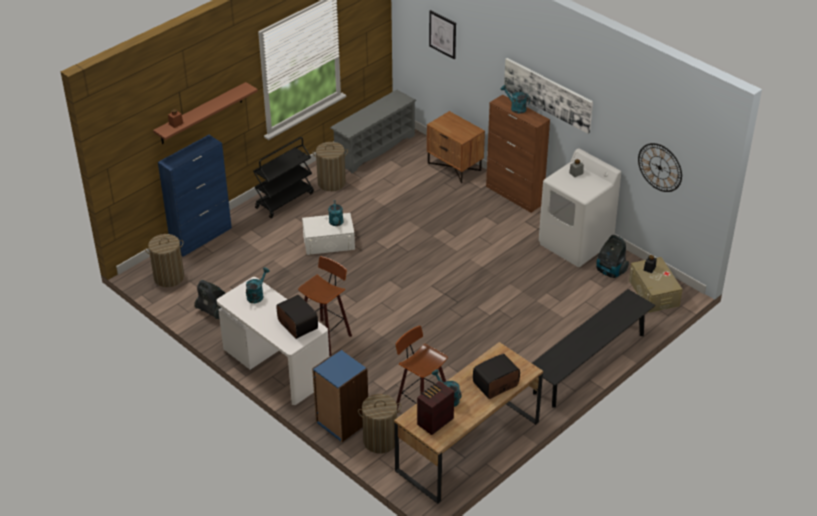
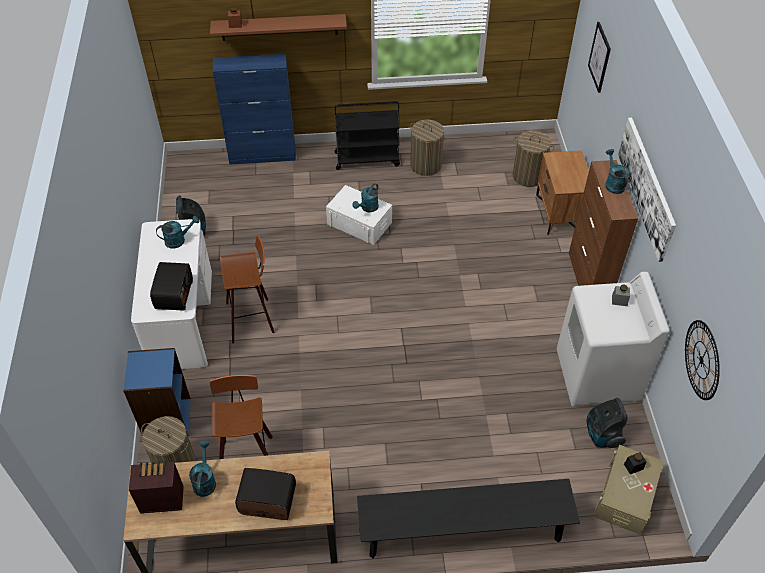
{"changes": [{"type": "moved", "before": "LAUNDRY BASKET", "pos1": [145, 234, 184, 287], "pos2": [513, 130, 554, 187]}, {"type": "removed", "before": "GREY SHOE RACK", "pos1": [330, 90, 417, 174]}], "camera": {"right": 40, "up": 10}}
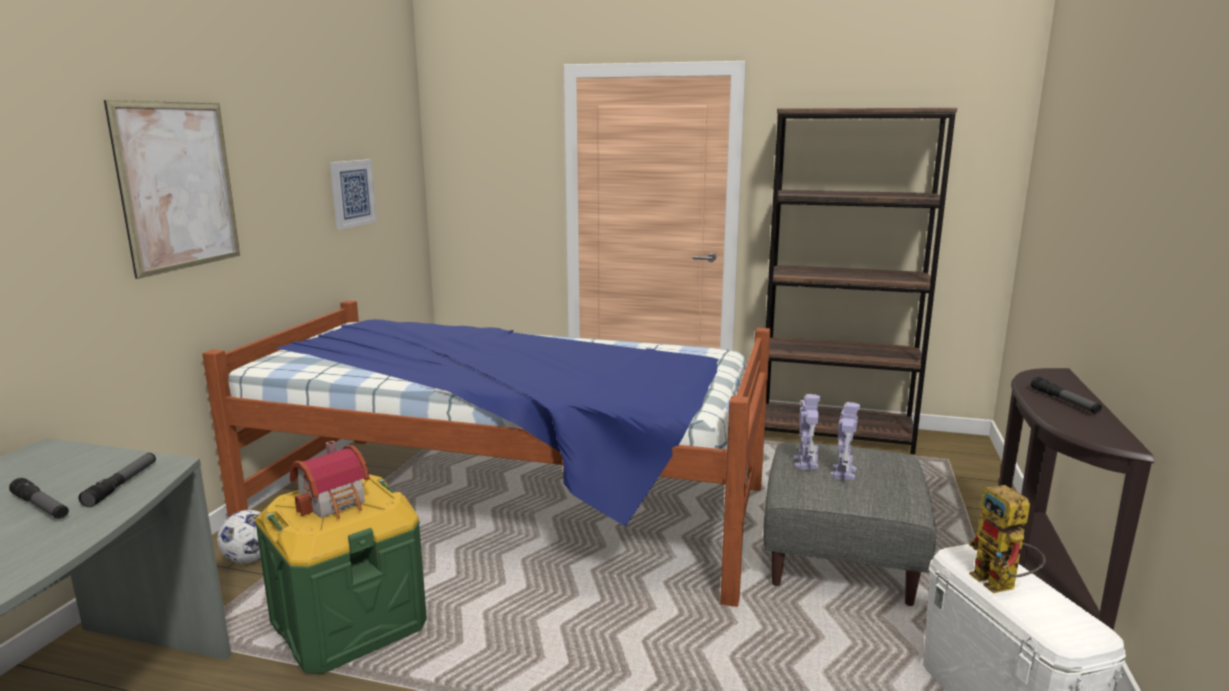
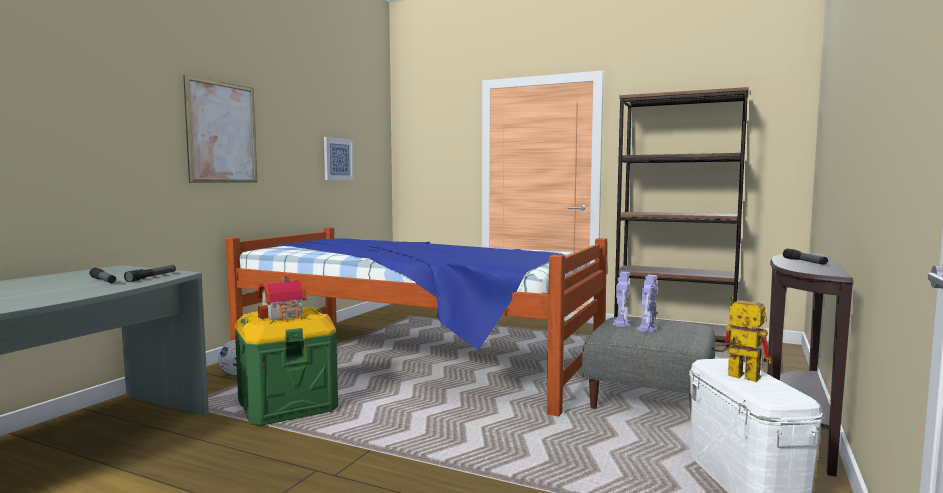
{"changes": [{"type": "turned", "before": "TOY ROBOT", "pos1": [969, 485, 1046, 593], "pos2": [711, 296, 772, 382], "turn": 135}], "camera": {"right": 10, "up": -10}}
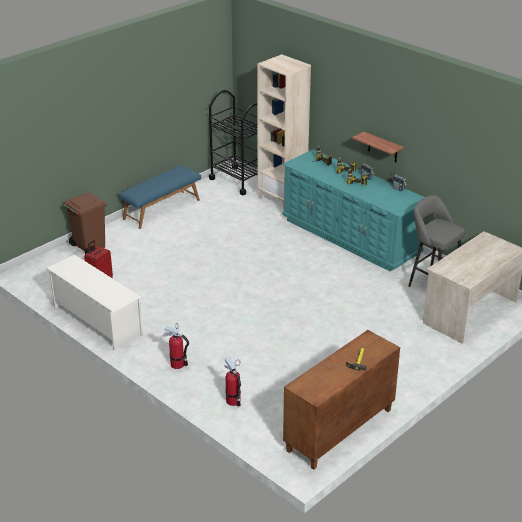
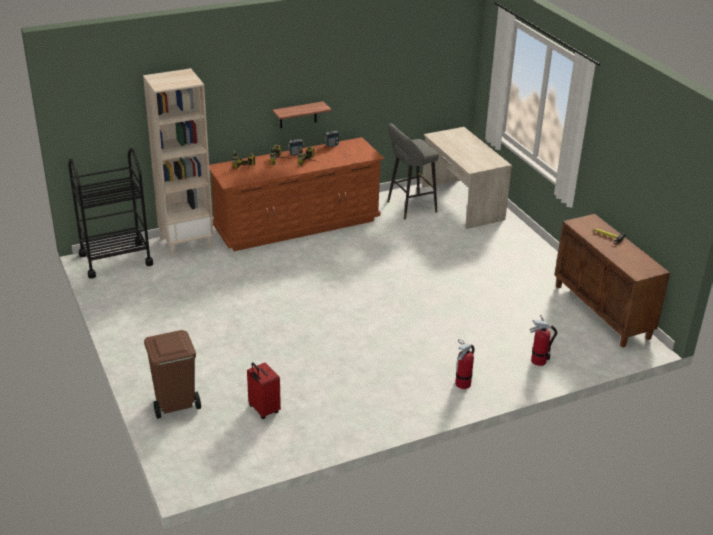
{"changes": [{"type": "recoloured", "before": "TURQUOISE DRESSER", "after": "BROWN DRESSER", "pos1": [282, 149, 425, 272], "pos2": [209, 137, 384, 251]}, {"type": "removed", "before": "WHITE SHOE RACK", "pos1": [46, 255, 143, 350]}, {"type": "removed", "before": "BLUE BENCH", "pos1": [118, 165, 201, 229]}], "camera": {"right": -70, "up": 0}}
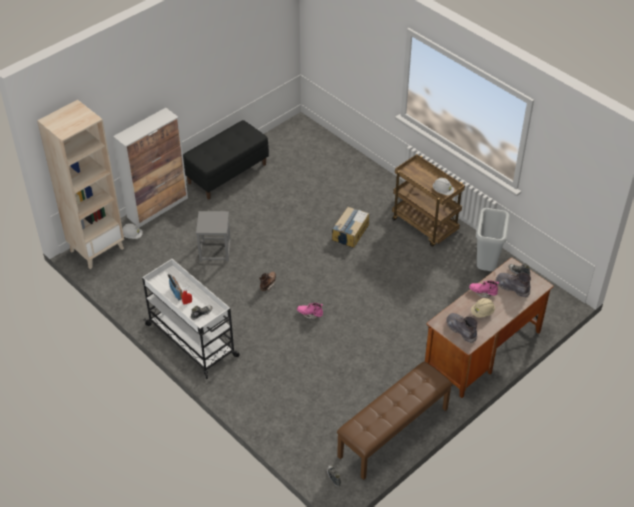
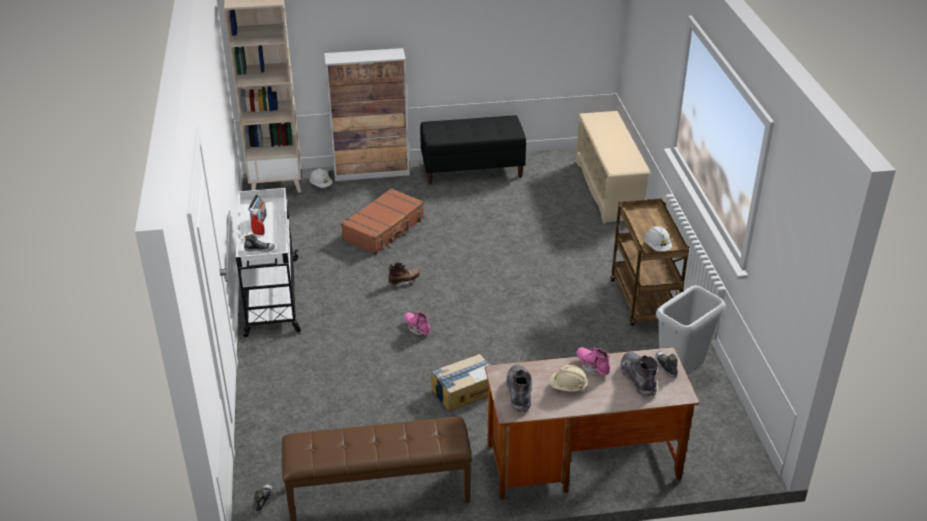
{"changes": [{"type": "replaced", "before": "GREY STOOL", "after": "BROWN SUITCASE", "pos1": [196, 211, 231, 262], "pos2": [341, 188, 424, 254]}, {"type": "moved", "before": "CARDBOARD BOX", "pos1": [332, 207, 369, 248], "pos2": [431, 354, 490, 412]}, {"type": "added", "after": "BEIGE SHOE RACK", "pos2": [576, 111, 651, 224]}], "camera": {"right": 35, "up": -10}}
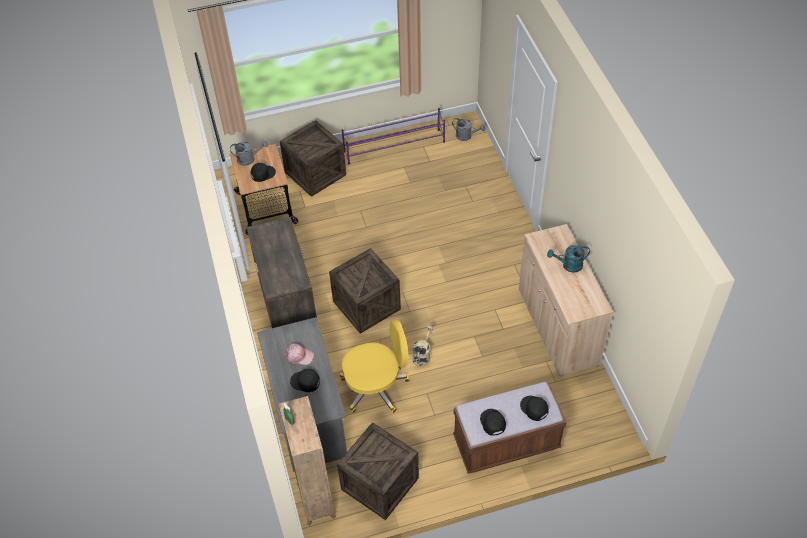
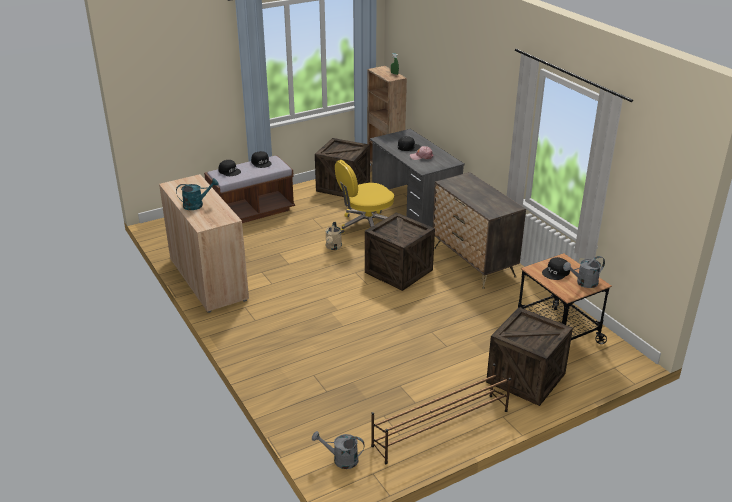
{"changes": [{"type": "recoloured", "before": "PURPLE SHOE RACK", "after": "BROWN SHOE RACK", "pos1": [342, 108, 445, 164], "pos2": [371, 363, 511, 464]}], "camera": {"right": 165, "up": -20}}
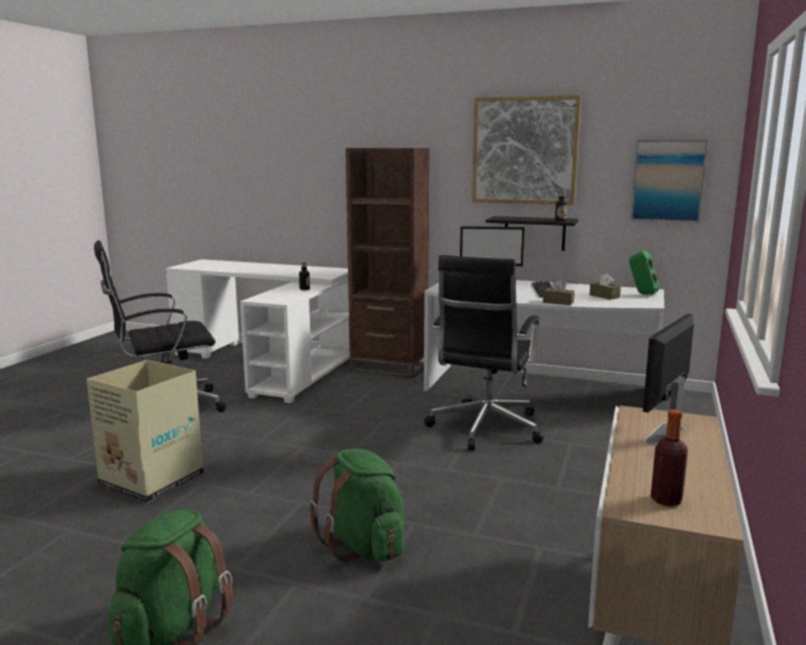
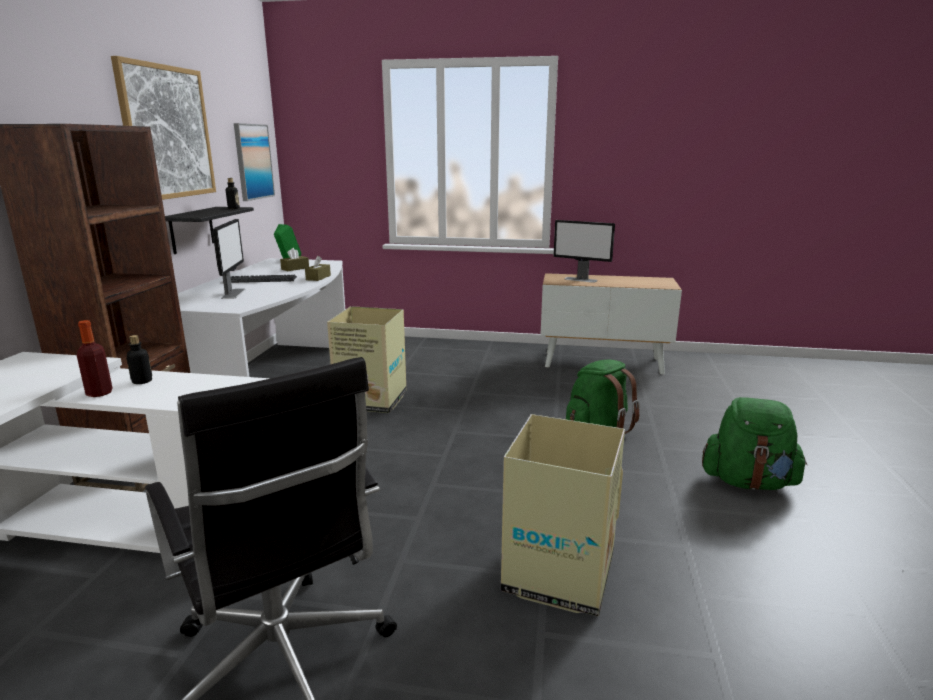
{"changes": [{"type": "moved", "before": "BOTTLE", "pos1": [651, 409, 688, 506], "pos2": [77, 320, 113, 397]}, {"type": "replaced", "before": "BLACK OFFICE CHAIR", "after": "CARDBOARD BOX", "pos1": [424, 255, 544, 450], "pos2": [327, 306, 406, 413]}], "camera": {"right": -100, "up": 5}}
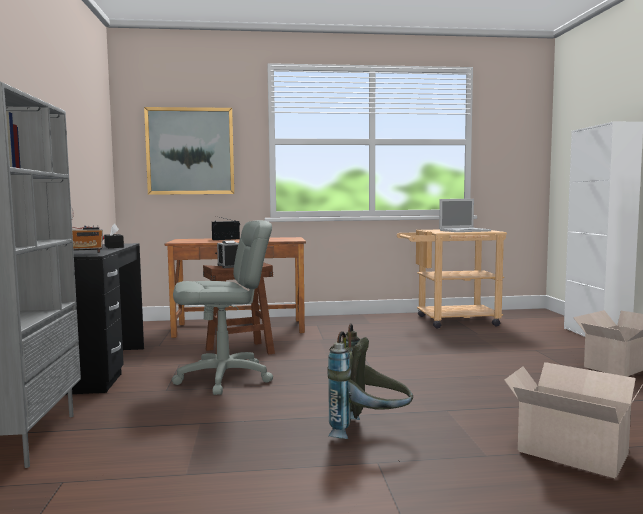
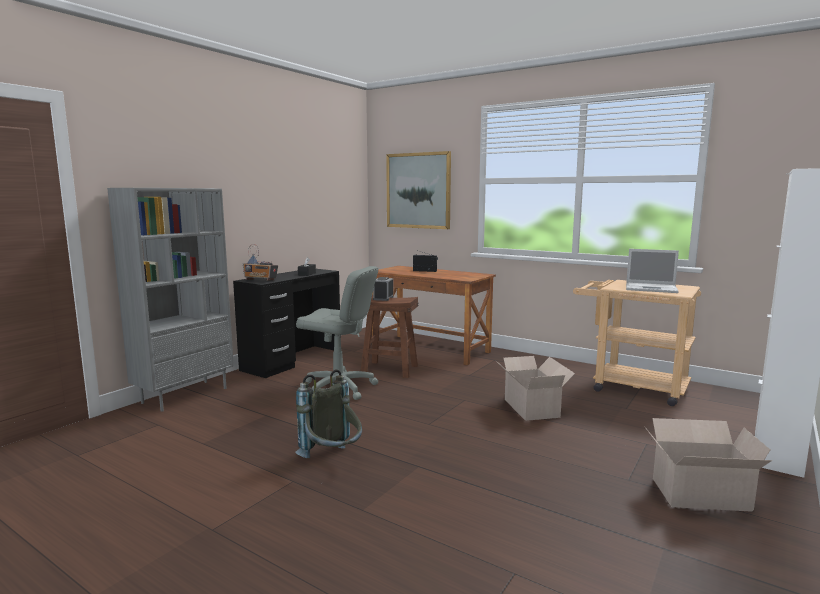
{"changes": [{"type": "moved", "before": "CARDBOARD BOX", "pos1": [504, 362, 643, 478], "pos2": [495, 356, 575, 421]}], "camera": {"right": 40, "up": 5}}
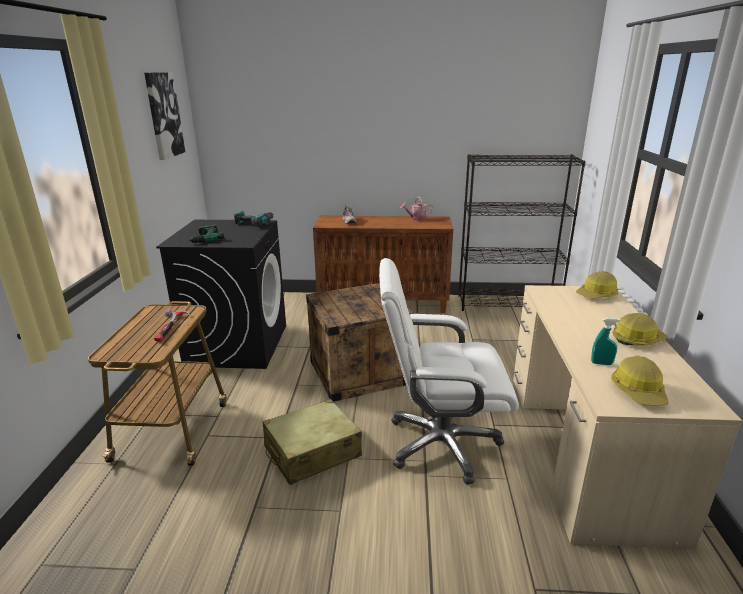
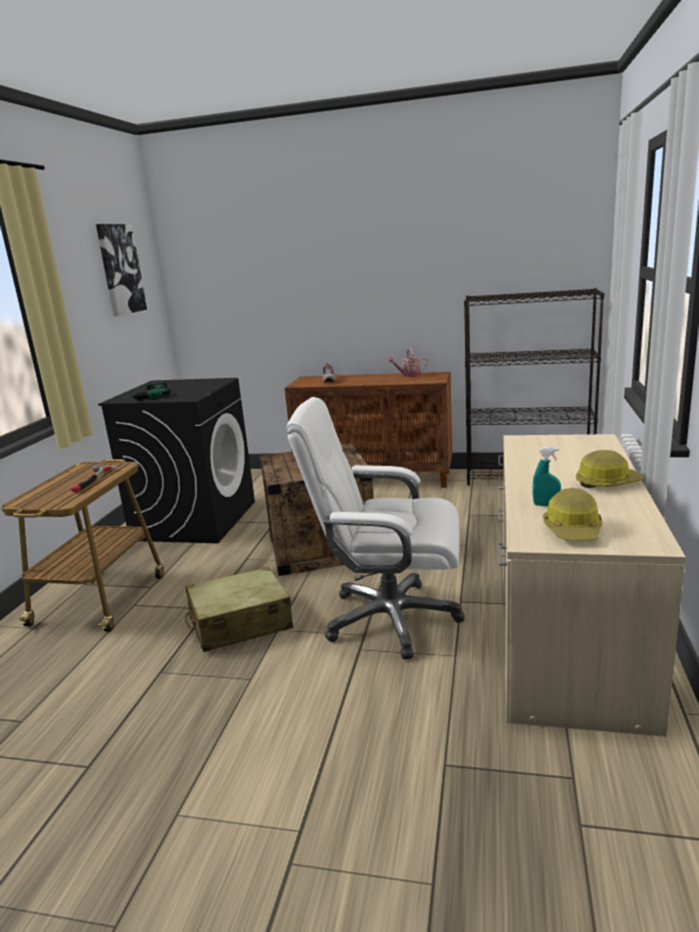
{"changes": [{"type": "removed", "before": "POWER DRILL", "pos1": [234, 211, 274, 227]}, {"type": "removed", "before": "HARD HAT", "pos1": [576, 271, 618, 299]}], "camera": {"right": 10, "up": -5}}
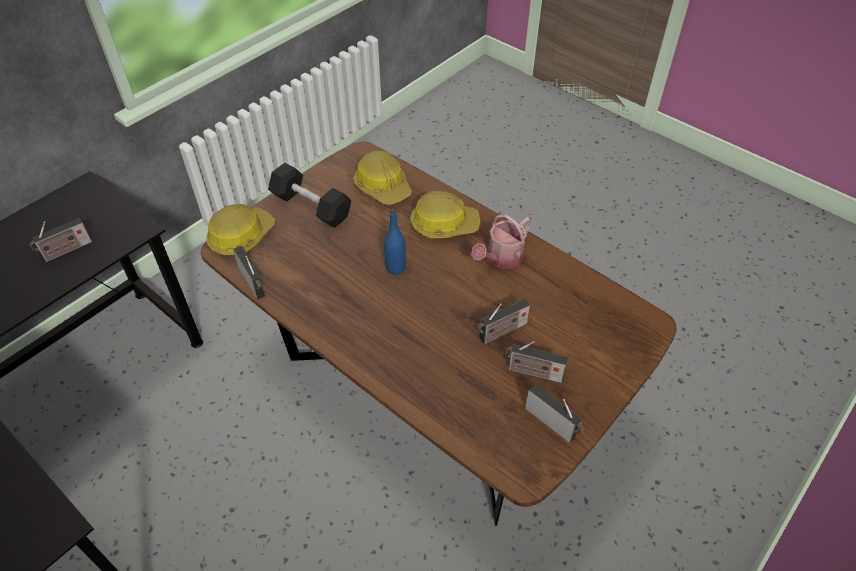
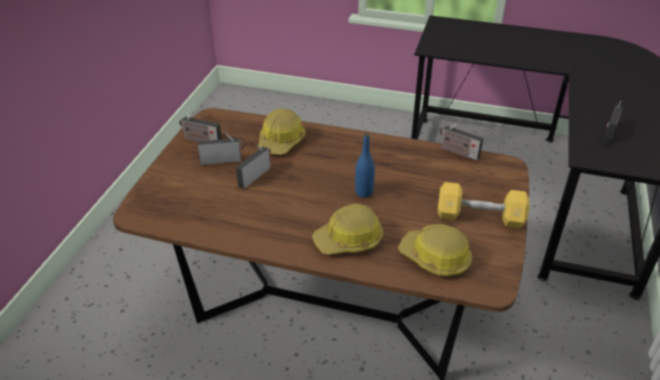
{"changes": [{"type": "moved", "before": "HARD HAT", "pos1": [206, 204, 275, 256], "pos2": [258, 109, 306, 155]}, {"type": "recoloured", "before": "BLACK DUMBBELL", "after": "YELLOW DUMBBELL", "pos1": [268, 163, 351, 228], "pos2": [437, 182, 529, 228]}, {"type": "removed", "before": "WATERING CAN", "pos1": [471, 214, 532, 269]}], "camera": {"right": 155, "up": -10}}
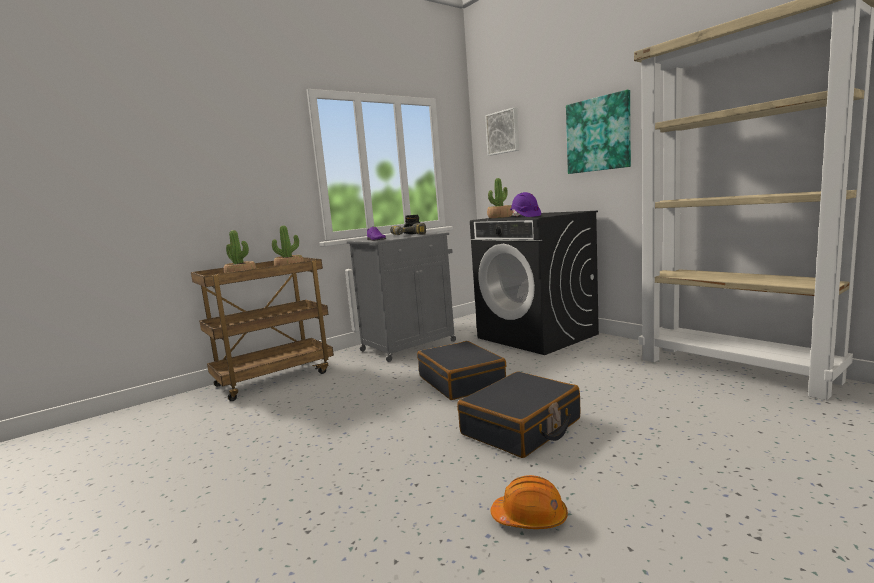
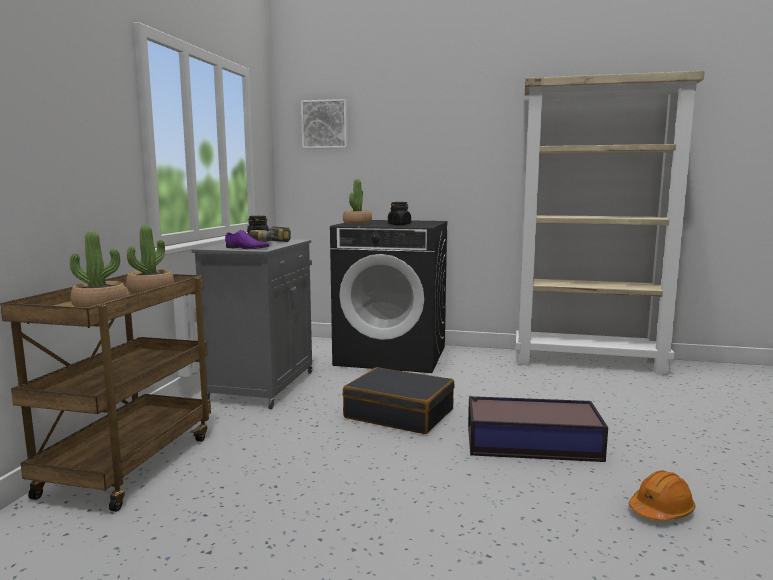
{"changes": [{"type": "replaced", "before": "PURPLE HARD HAT", "after": "BLACK JAR", "pos1": [510, 192, 541, 217], "pos2": [388, 202, 411, 225]}, {"type": "replaced", "before": "BLACK SUITCASE", "after": "STORAGE BOX", "pos1": [457, 371, 580, 458], "pos2": [468, 396, 608, 462]}, {"type": "removed", "before": "PICTURE", "pos1": [566, 90, 631, 174]}], "camera": {"right": -40, "up": 0}}
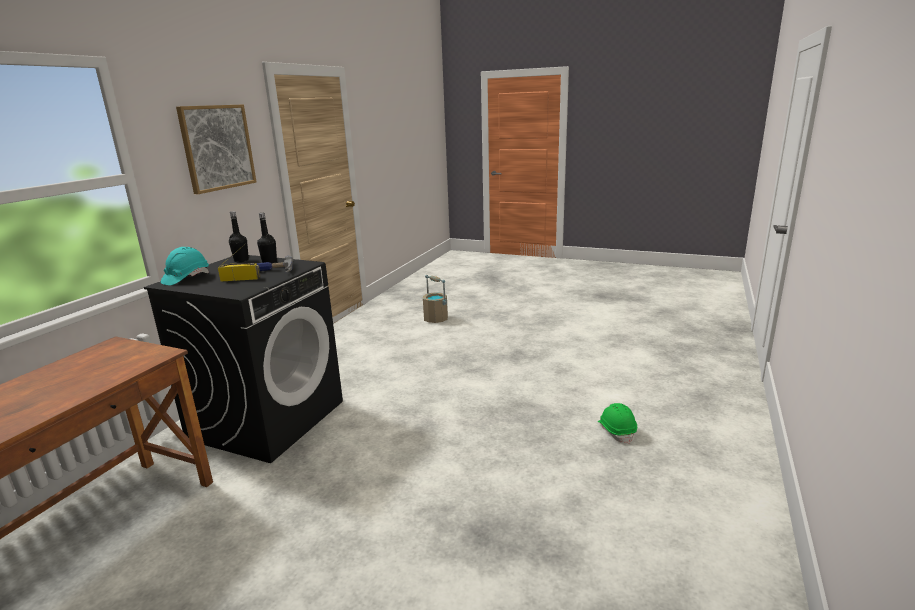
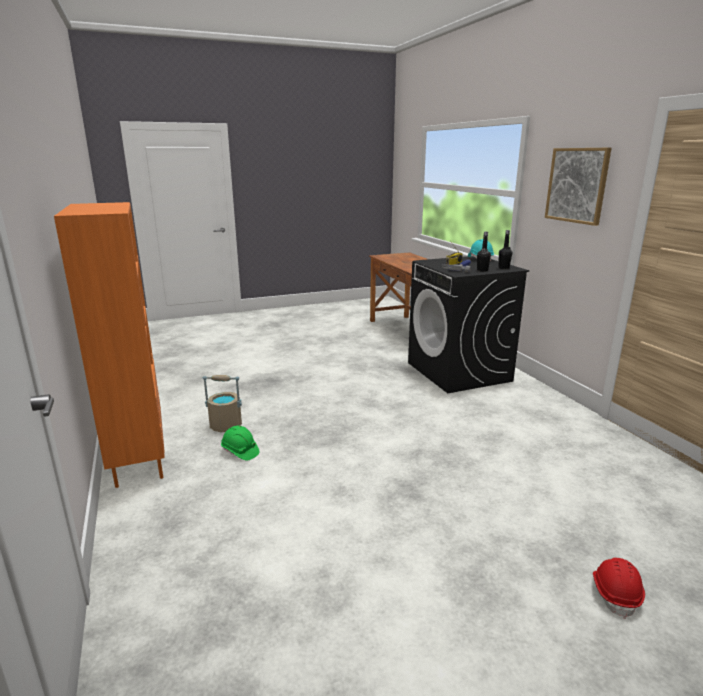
{"changes": [{"type": "added", "after": "ORANGE BOOKCASE", "pos2": [54, 202, 165, 488]}, {"type": "moved", "before": "BEIGE BUCKET", "pos1": [423, 275, 448, 323], "pos2": [203, 375, 242, 433]}, {"type": "added", "after": "RED HARD HAT", "pos2": [593, 558, 645, 619]}], "camera": {"right": 135, "up": 0}}
